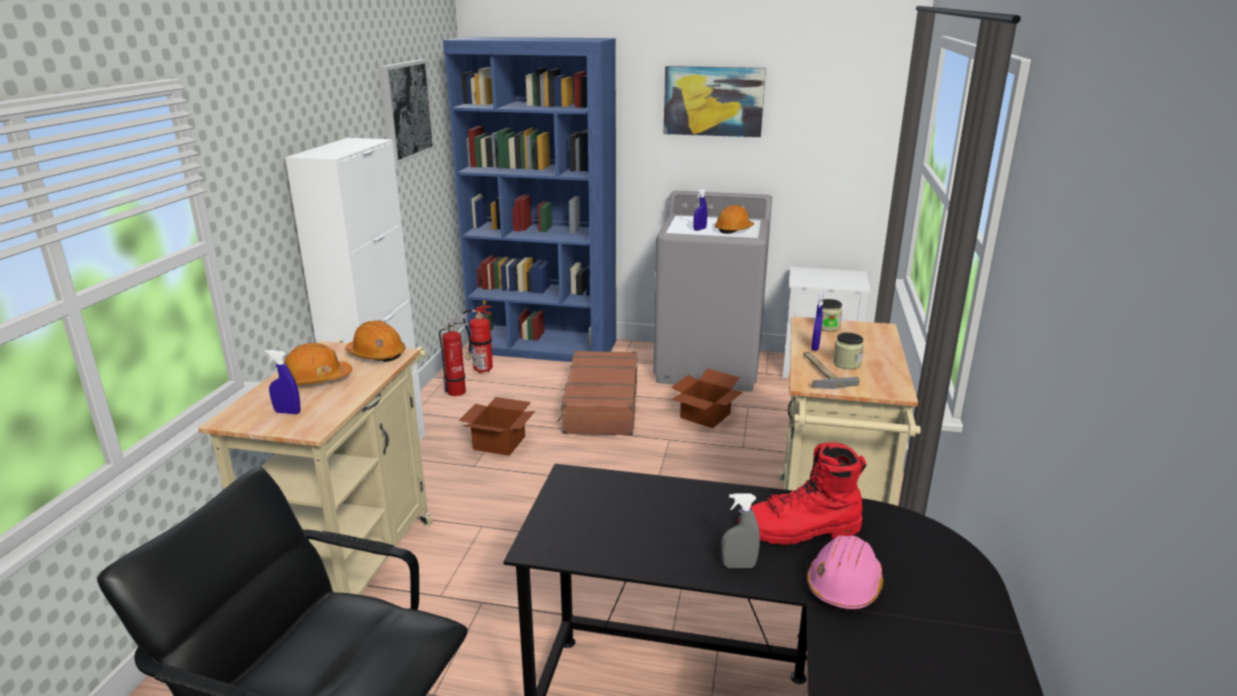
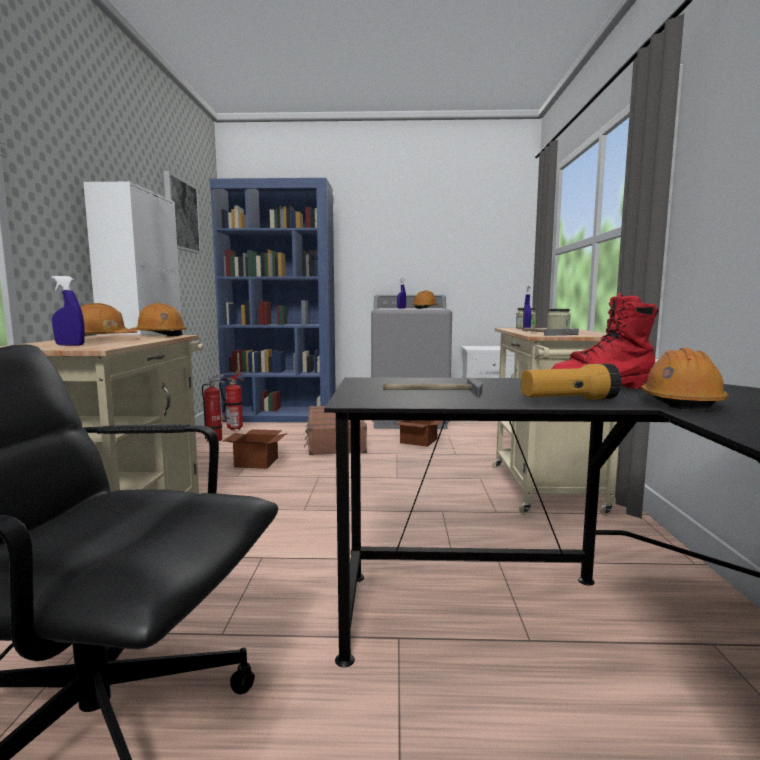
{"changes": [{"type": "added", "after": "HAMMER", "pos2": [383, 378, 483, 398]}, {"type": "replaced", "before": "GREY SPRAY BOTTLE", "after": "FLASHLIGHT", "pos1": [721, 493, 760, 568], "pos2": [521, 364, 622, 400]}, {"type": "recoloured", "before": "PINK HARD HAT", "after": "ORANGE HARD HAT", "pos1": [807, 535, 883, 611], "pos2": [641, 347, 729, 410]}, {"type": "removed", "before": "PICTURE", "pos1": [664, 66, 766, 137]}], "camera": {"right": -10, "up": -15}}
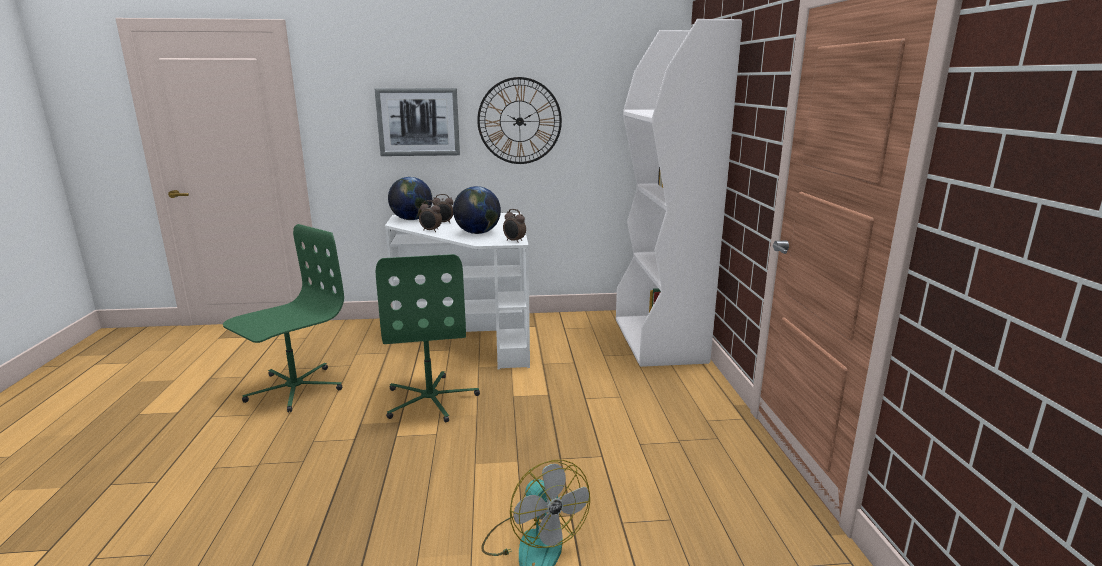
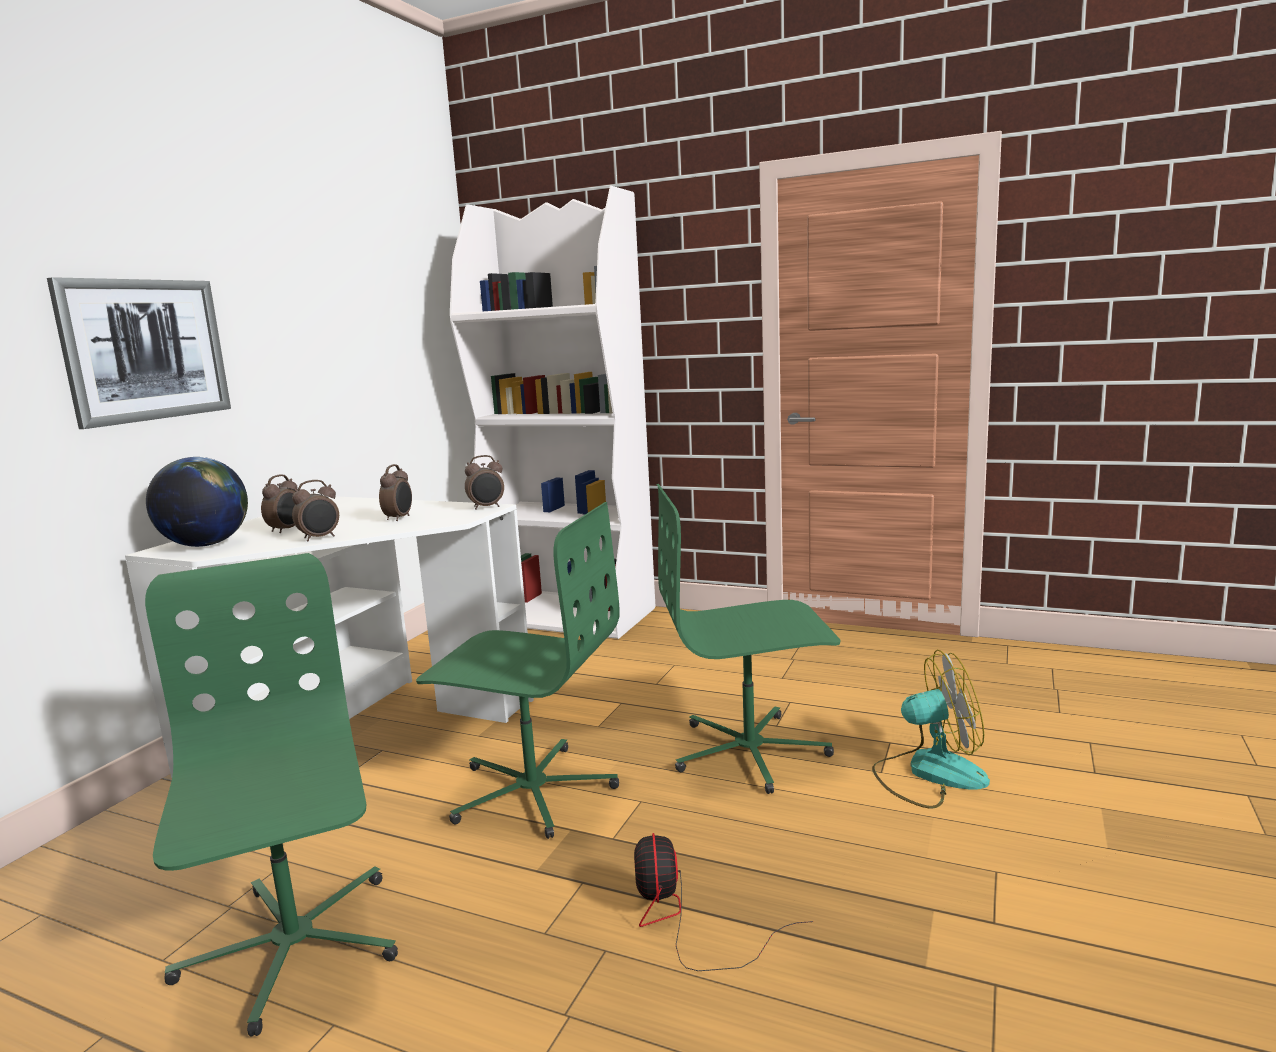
{"changes": [{"type": "replaced", "before": "GLOBE", "after": "ALARM CLOCK", "pos1": [453, 186, 501, 234], "pos2": [379, 464, 412, 521]}, {"type": "added", "after": "FAN", "pos2": [634, 833, 813, 971]}, {"type": "added", "after": "GREEN OFFICE CHAIR", "pos2": [656, 484, 840, 794]}, {"type": "removed", "before": "WALL CLOCK", "pos1": [477, 77, 562, 164]}], "camera": {"right": -60, "up": -5}}
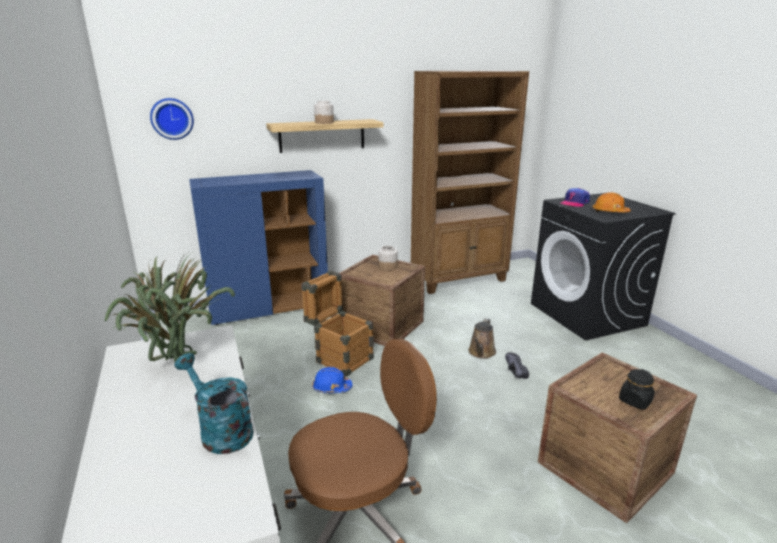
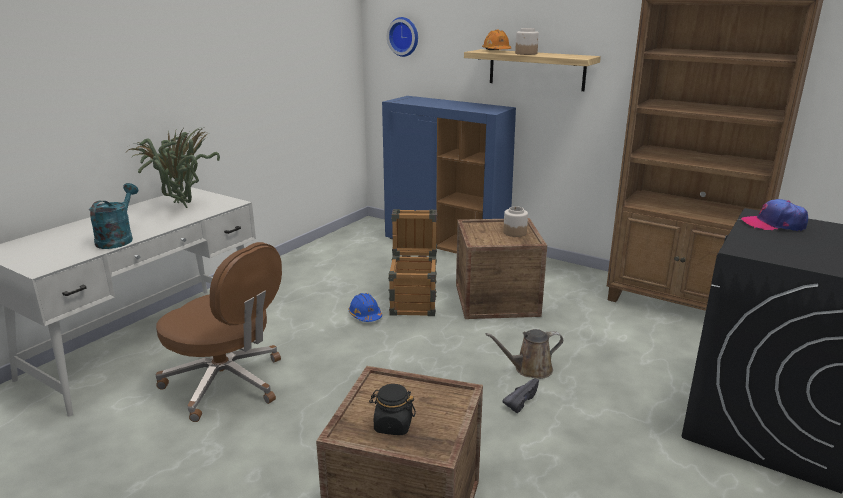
{"changes": [{"type": "moved", "before": "ORANGE HARD HAT", "pos1": [593, 192, 631, 212], "pos2": [482, 29, 511, 50]}], "camera": {"right": 55, "up": 0}}
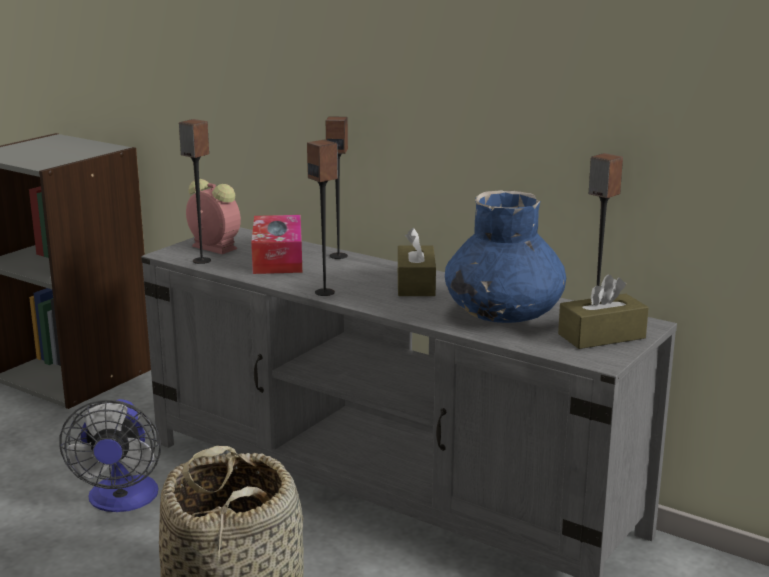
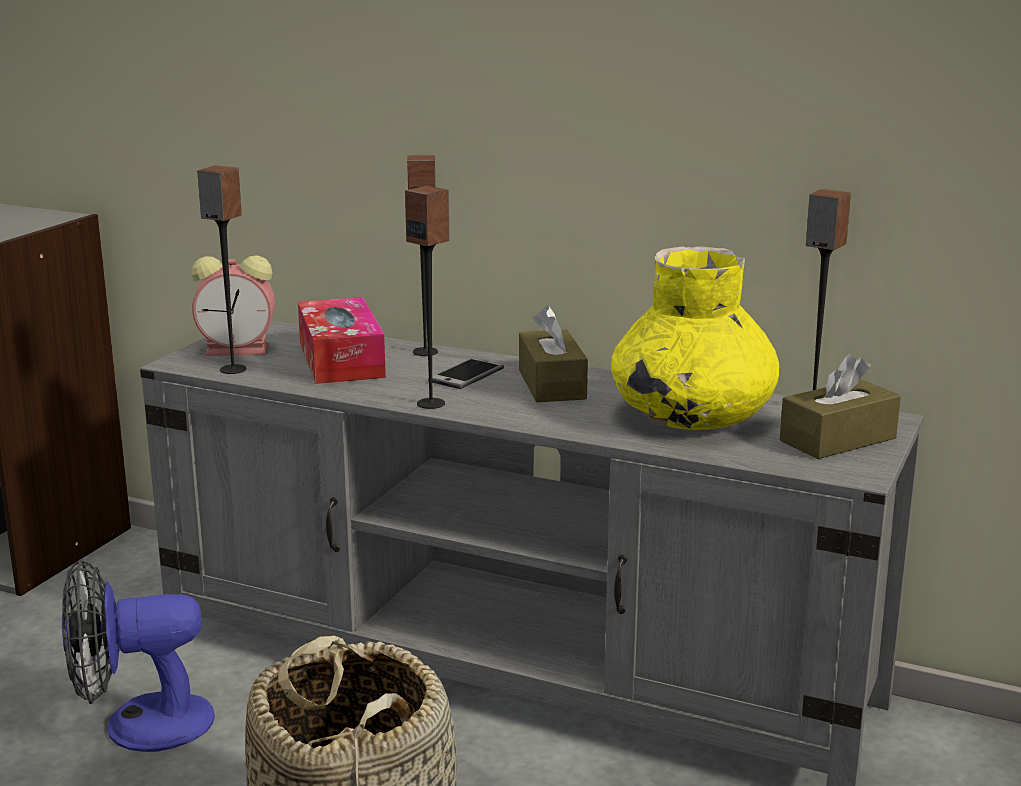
{"changes": [{"type": "turned", "before": "FAN", "pos1": [59, 399, 161, 512], "pos2": [62, 559, 215, 752], "turn": 90}, {"type": "turned", "before": "ALARM CLOCK", "pos1": [186, 179, 241, 254], "pos2": [191, 255, 275, 356], "turn": 150}, {"type": "added", "after": "PHONE", "pos2": [428, 358, 504, 389]}, {"type": "recoloured", "before": "BLUE VASE", "after": "YELLOW VASE", "pos1": [445, 190, 566, 323], "pos2": [611, 246, 780, 430]}], "camera": {"right": -10, "up": 0}}
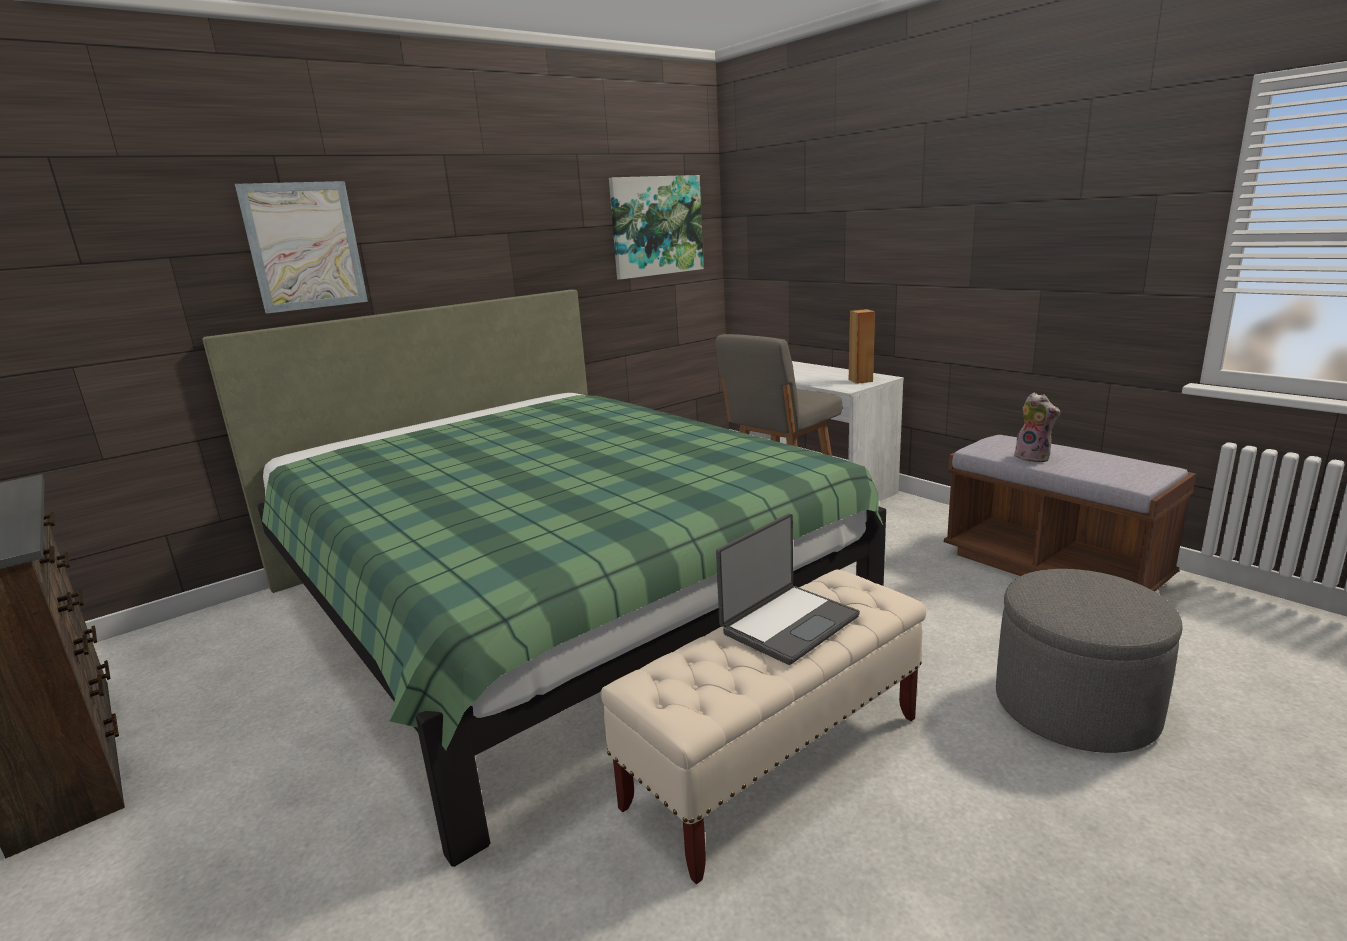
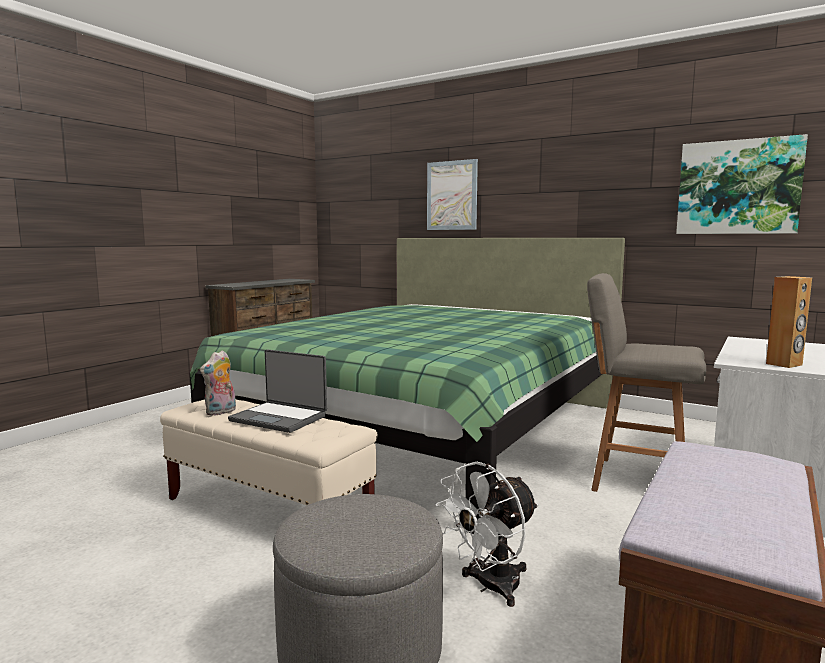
{"changes": [{"type": "moved", "before": "PLUSH TOY", "pos1": [1014, 393, 1061, 463], "pos2": [200, 350, 236, 416]}, {"type": "added", "after": "WHITE FAN", "pos2": [435, 462, 539, 607]}], "camera": {"right": 70, "up": -10}}
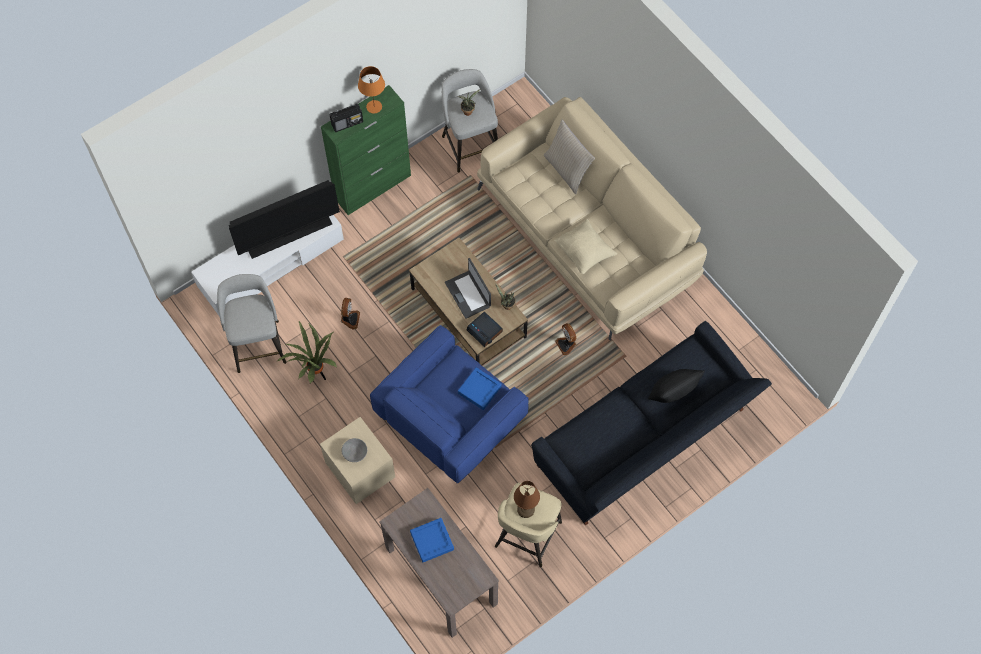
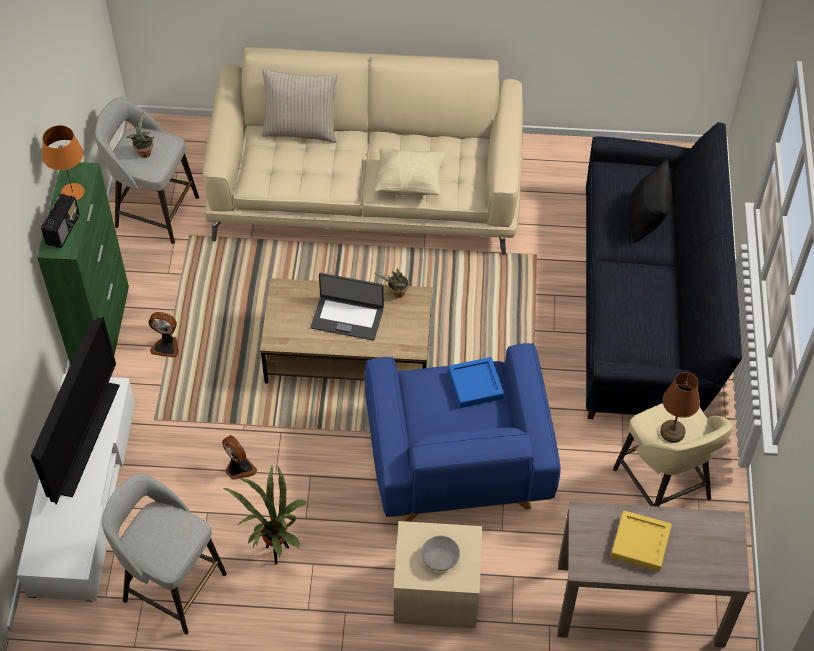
{"changes": [{"type": "moved", "before": "FAN", "pos1": [555, 323, 576, 355], "pos2": [148, 312, 179, 358]}, {"type": "recoloured", "before": "BLUE TRAY", "after": "YELLOW TRAY", "pos1": [410, 518, 454, 562], "pos2": [611, 510, 672, 572]}, {"type": "removed", "before": "ALARM CLOCK", "pos1": [467, 312, 503, 347]}], "camera": {"right": -50, "up": -10}}
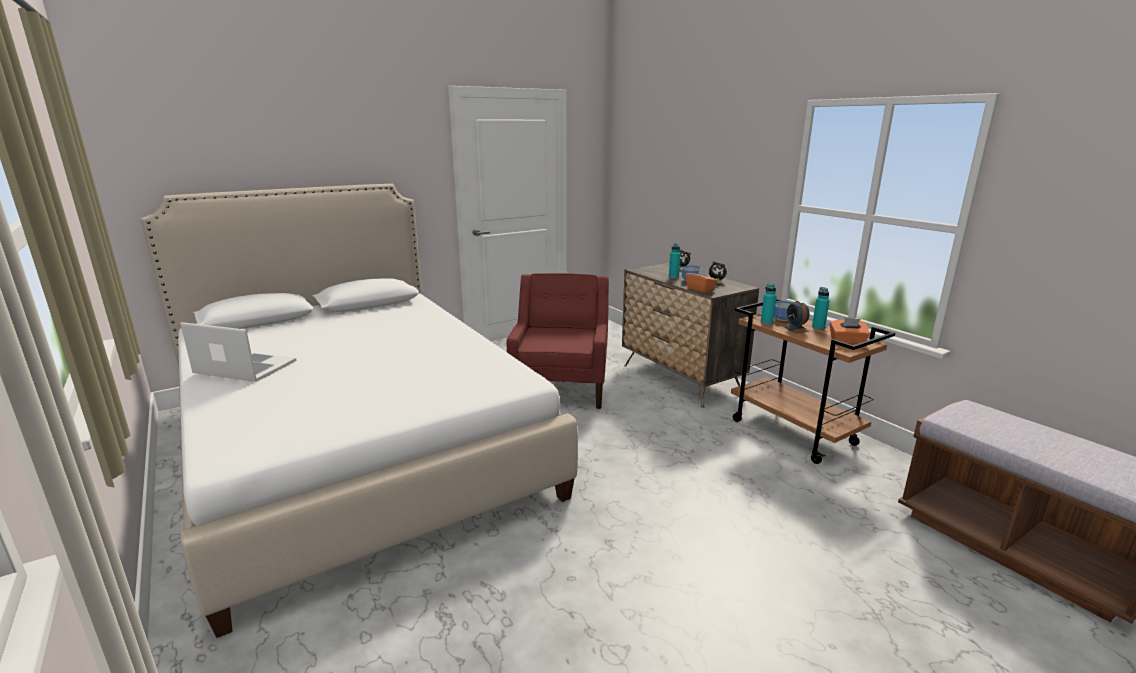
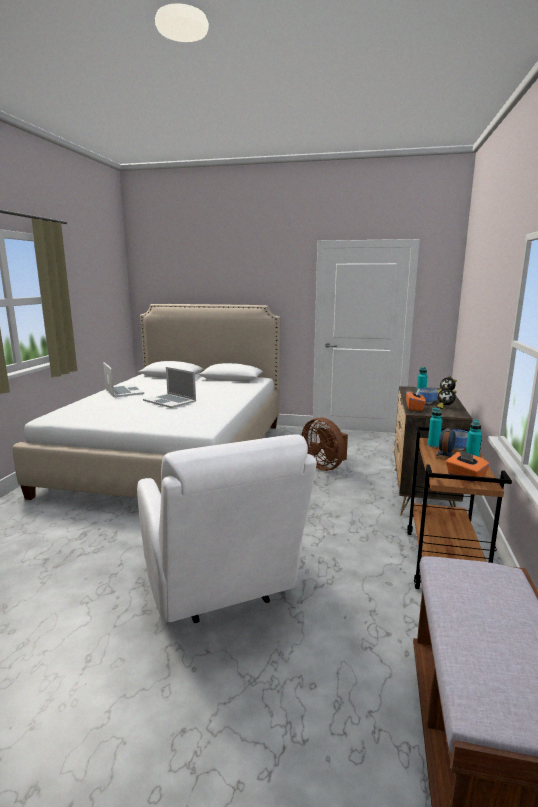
{"changes": [{"type": "added", "after": "WHITE ARMCHAIR", "pos2": [137, 434, 317, 623]}, {"type": "added", "after": "LAPTOP", "pos2": [143, 367, 196, 408]}, {"type": "replaced", "before": "RED ARMCHAIR", "after": "BROWN FAN", "pos1": [507, 273, 609, 409], "pos2": [302, 418, 348, 471]}], "camera": {"right": 45, "up": -5}}
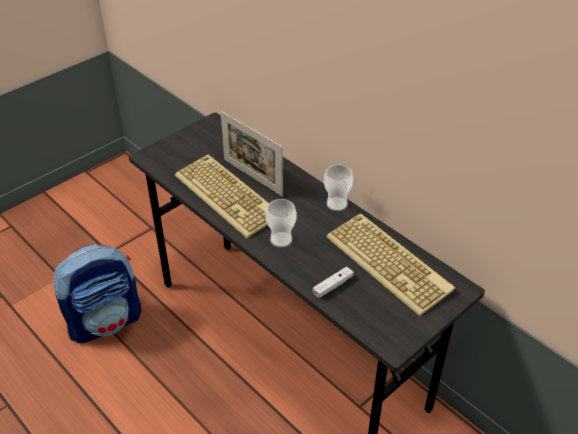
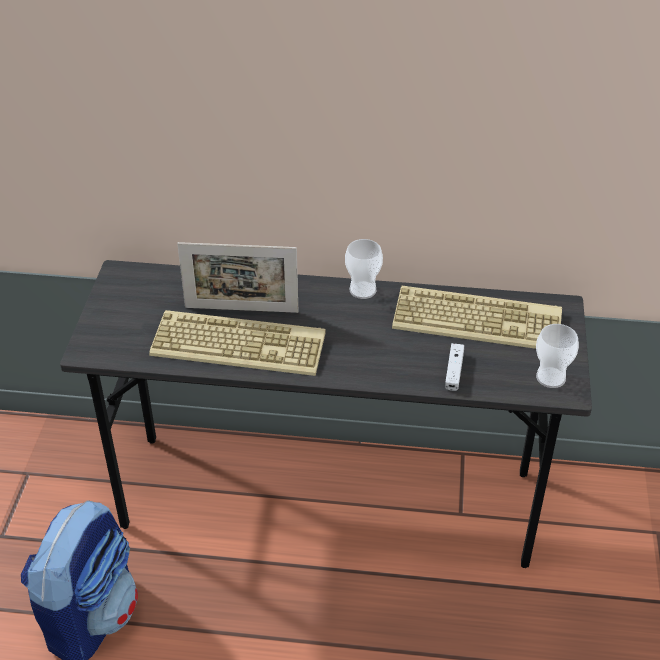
{"changes": [{"type": "moved", "before": "CUP", "pos1": [265, 199, 297, 248], "pos2": [536, 324, 579, 388]}], "camera": {"right": -40, "up": 0}}
